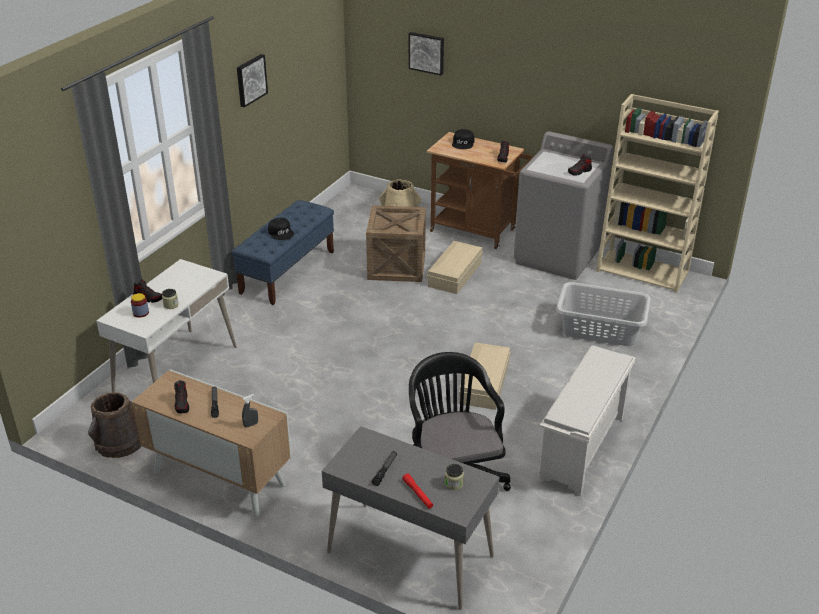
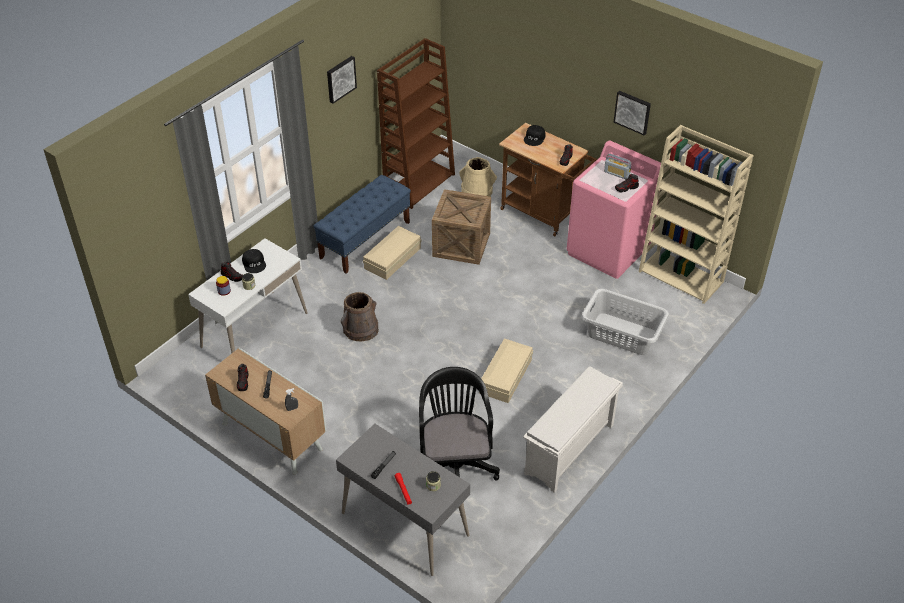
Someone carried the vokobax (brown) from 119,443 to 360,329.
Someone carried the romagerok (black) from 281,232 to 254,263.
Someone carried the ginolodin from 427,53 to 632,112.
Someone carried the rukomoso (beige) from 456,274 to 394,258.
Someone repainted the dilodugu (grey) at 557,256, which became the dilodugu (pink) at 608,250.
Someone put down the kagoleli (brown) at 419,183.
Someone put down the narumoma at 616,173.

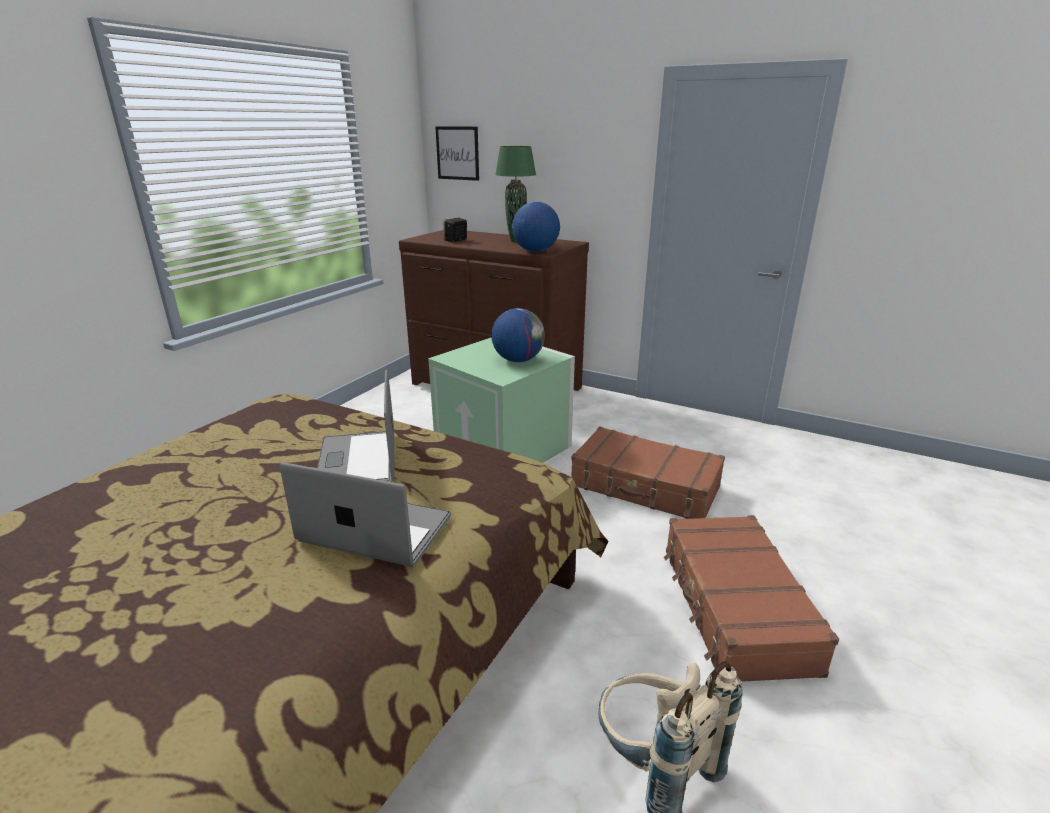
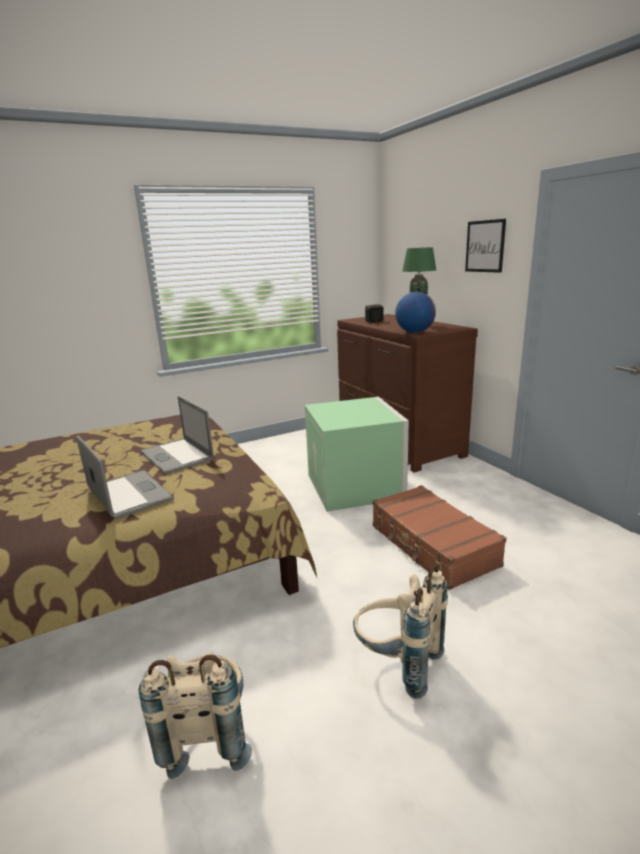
Someone rotated the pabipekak at 357,460 by 60 degrees counterclockwise.
Someone carried the ginolodin from 457,153 to 485,246.
Someone took away the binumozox at 518,360.
Someone swapped the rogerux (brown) at 734,608 for the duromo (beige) at 397,664.

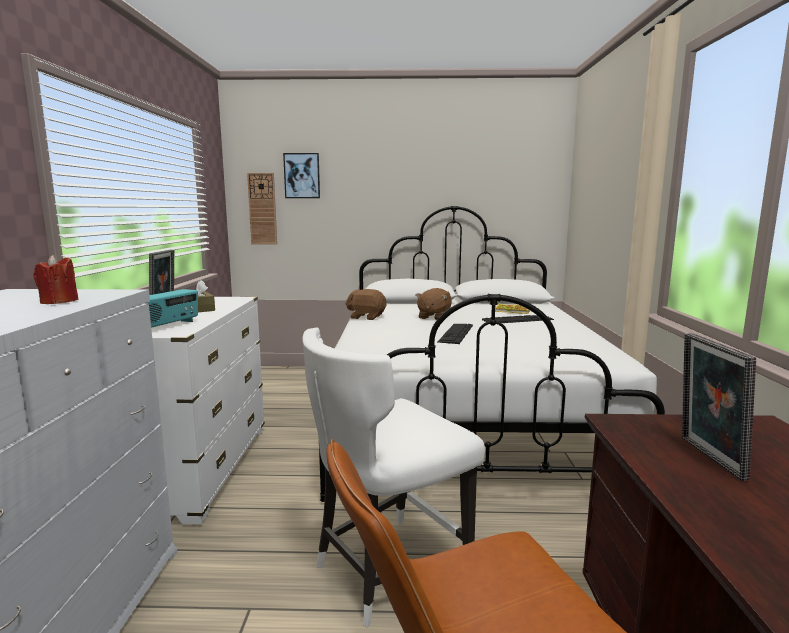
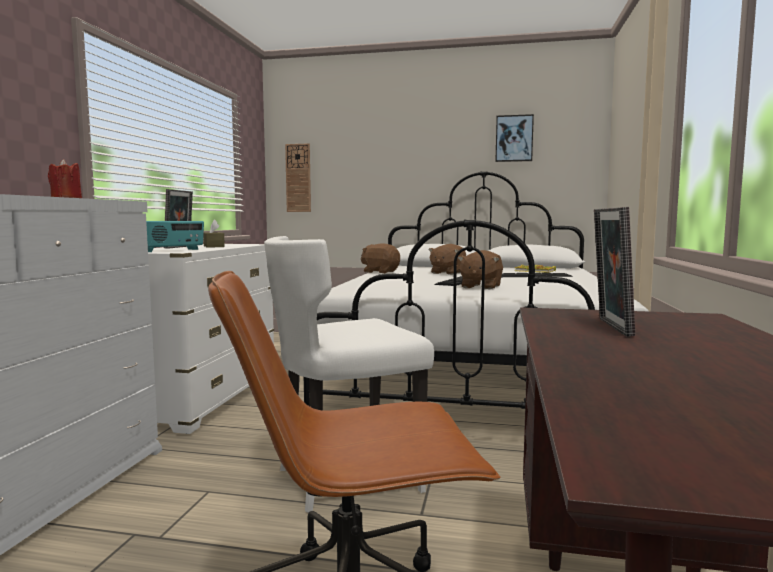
Someone carried the ginolodin from 302,176 to 514,138.
Someone put down the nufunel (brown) at 480,287.

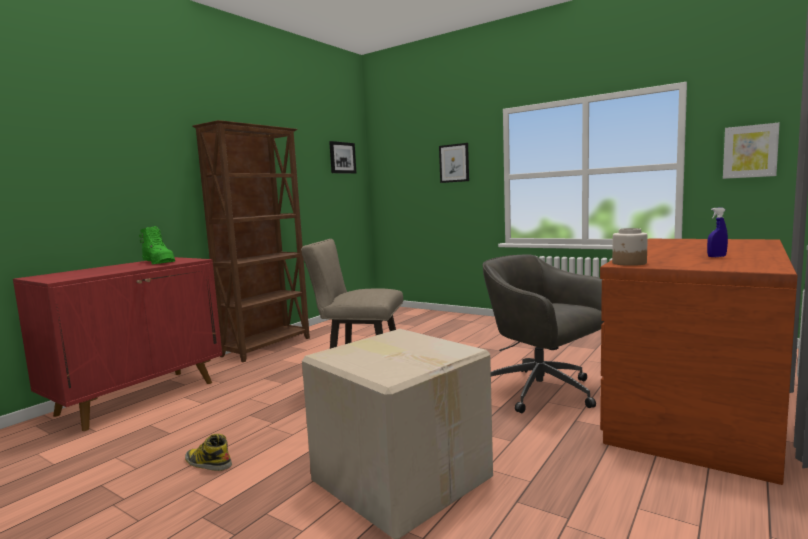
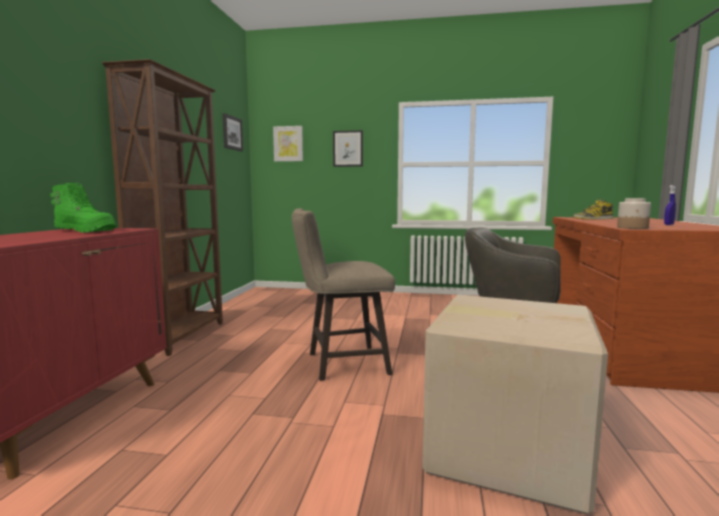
Someone carried the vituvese from 207,463 to 593,219.
Someone carried the ginolodin from 750,151 to 288,144.

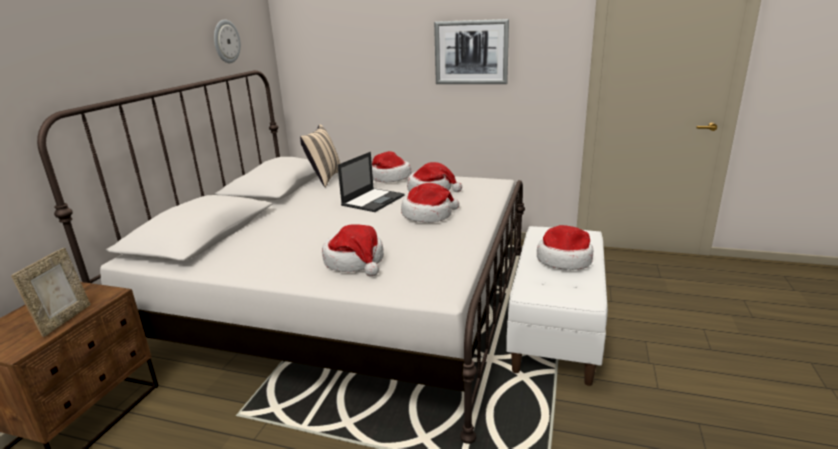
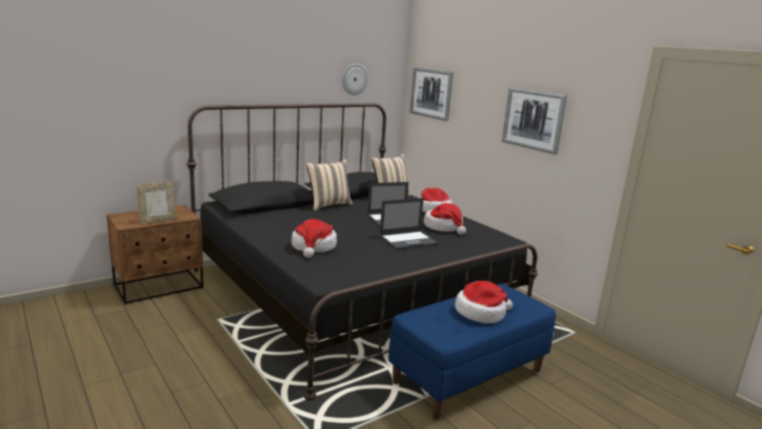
Someone repainted the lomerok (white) at 349,302, which became the lomerok (black) at 352,293.
Someone swapped the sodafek at 428,215 for the pabipekak at 409,240.
Someone repainted the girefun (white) at 555,329, which became the girefun (blue) at 468,376.
Someone put down the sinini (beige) at 328,205.
Someone put up the ginolodin at 431,93.

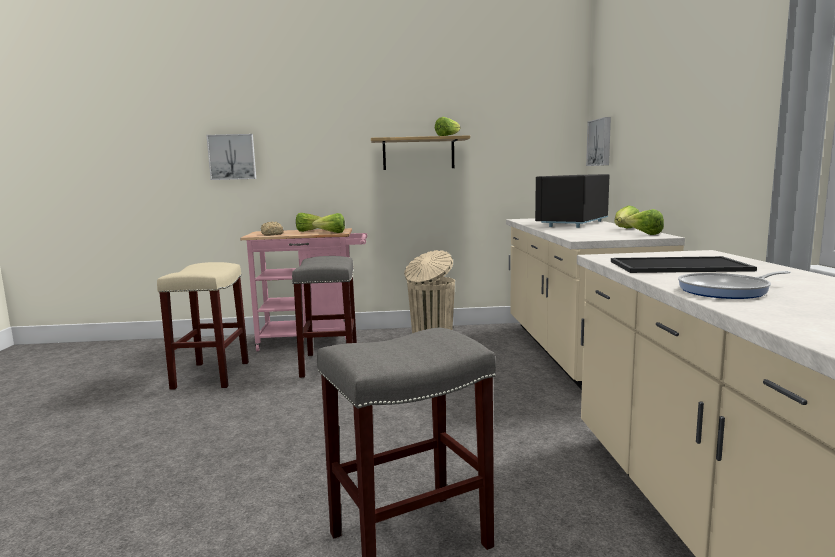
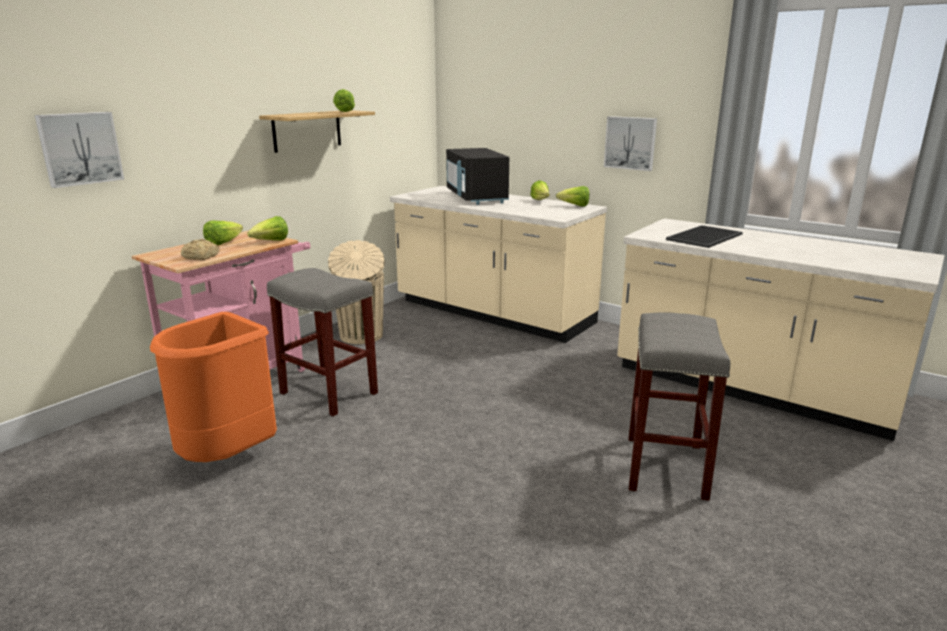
Someone swapped the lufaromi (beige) at 211,375 for the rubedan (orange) at 228,456.
Someone carried the ginolodin from 600,142 to 630,143.
Someone took away the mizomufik at 727,291.

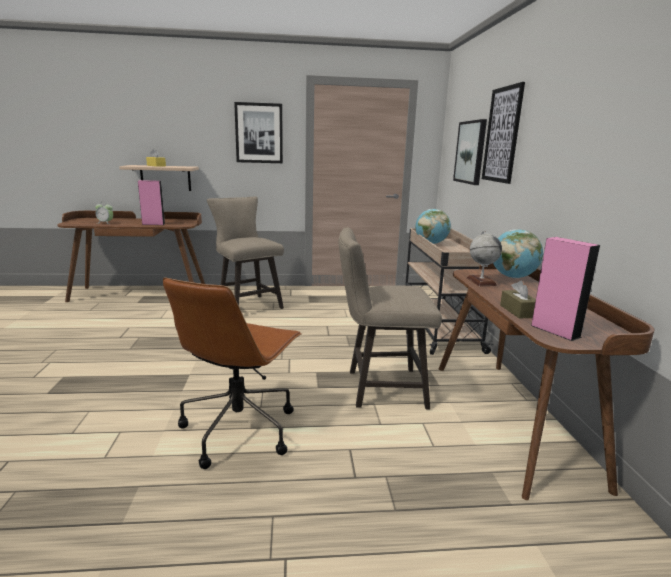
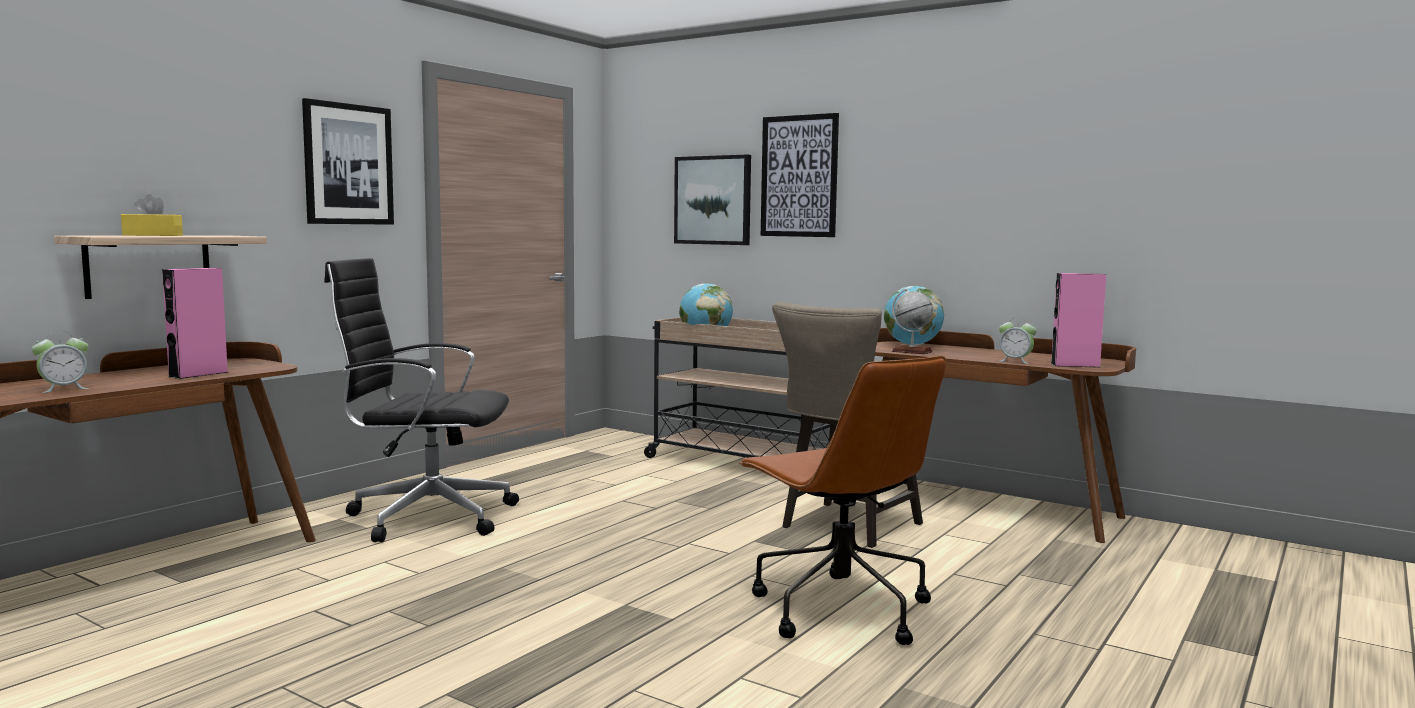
Someone swapped the lufaromi (beige) at 247,305 for the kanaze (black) at 426,516.
Someone swapped the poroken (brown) at 518,311 for the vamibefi at 1015,361.

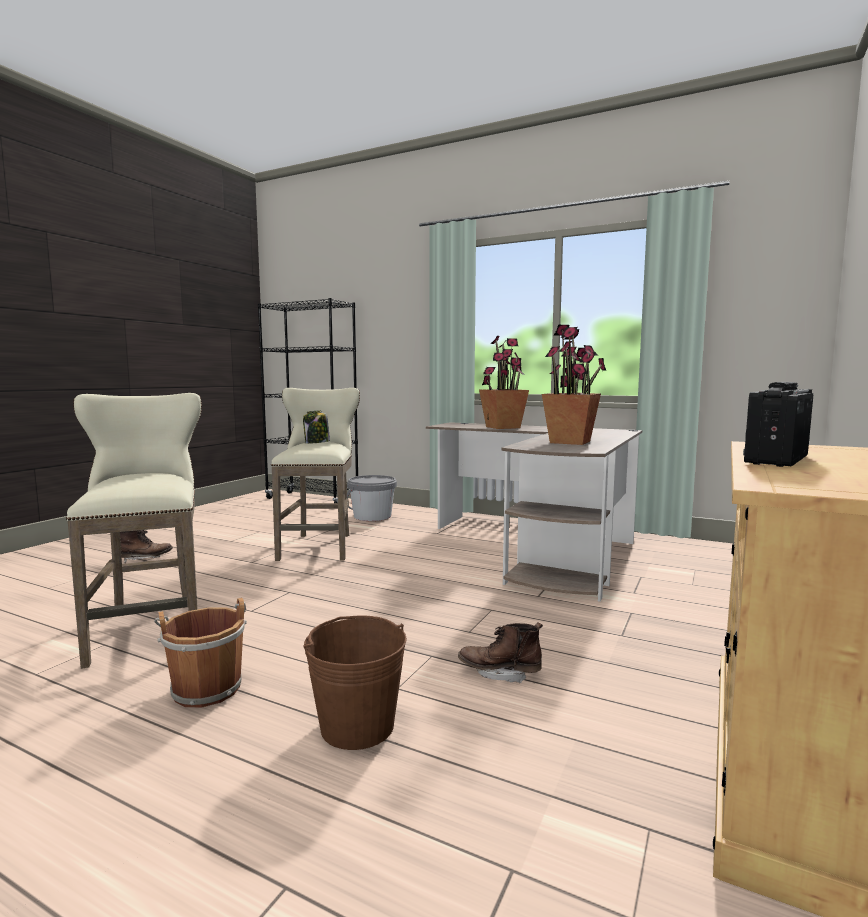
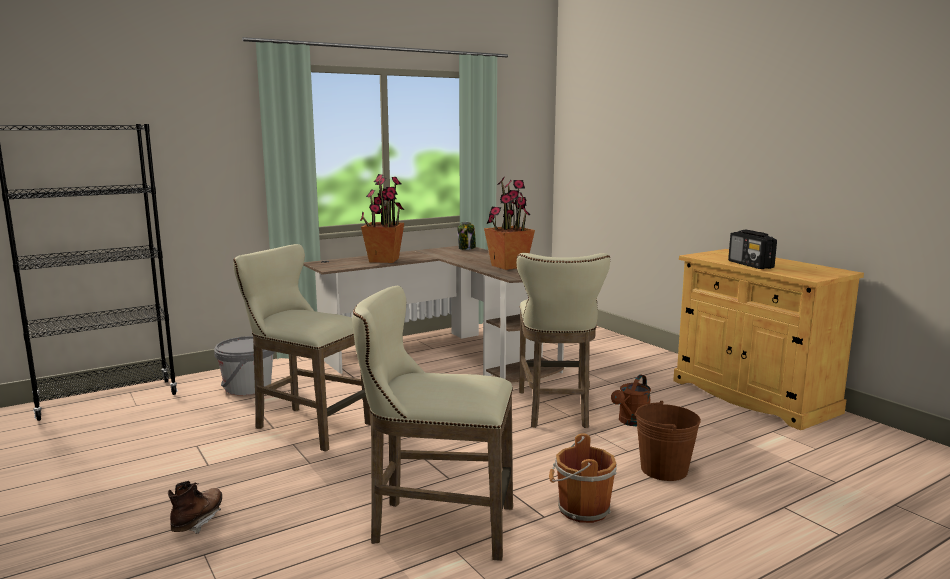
Someone carried the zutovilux from 317,443 to 467,248.
Someone swapped the vituvese (brown) at 499,673 for the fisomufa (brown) at 631,422.
Someone put down the lufaromi (beige) at 555,411.

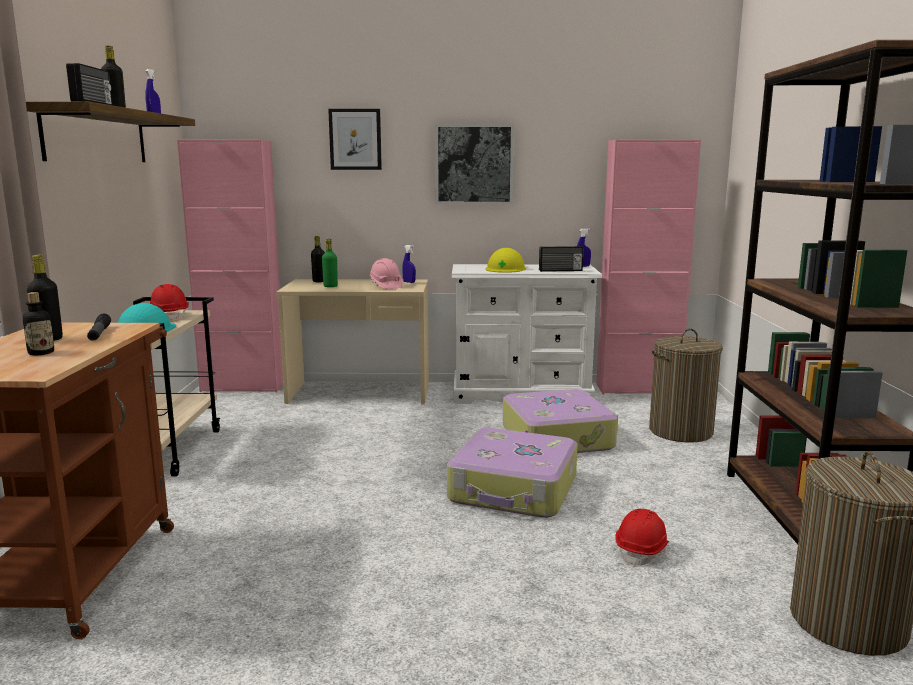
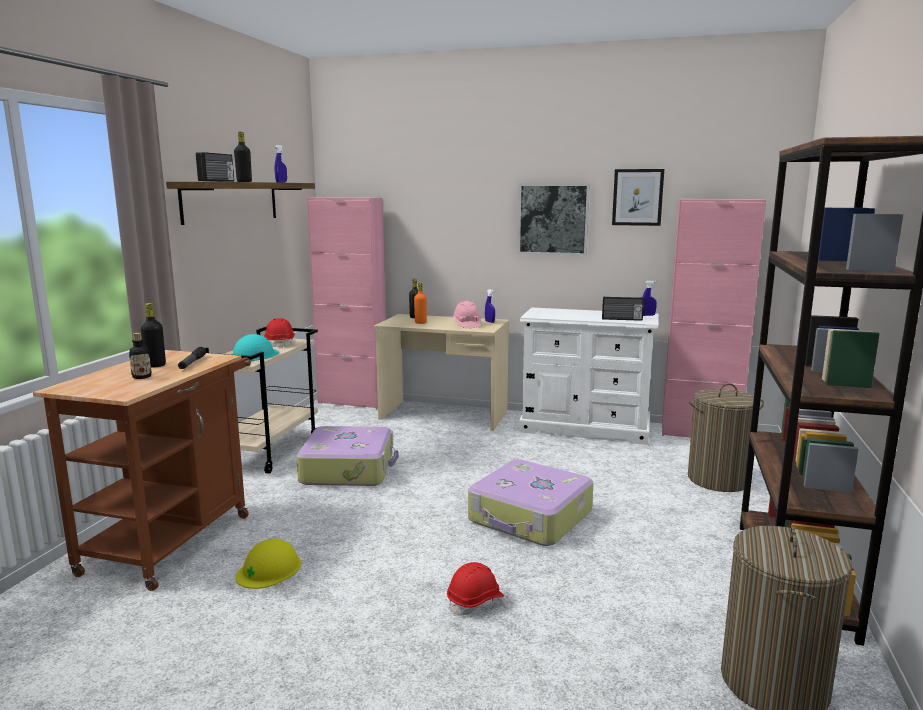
Someone repainted the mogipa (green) at 330,286, which became the mogipa (orange) at 420,323.
Someone carried the ginolodin from 355,139 to 637,197.
Someone carried the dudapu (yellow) from 505,268 to 269,569.
Someone carried the rogerux from 558,437 to 349,469.
Someone carried the dudapu (red) from 642,551 to 475,601.

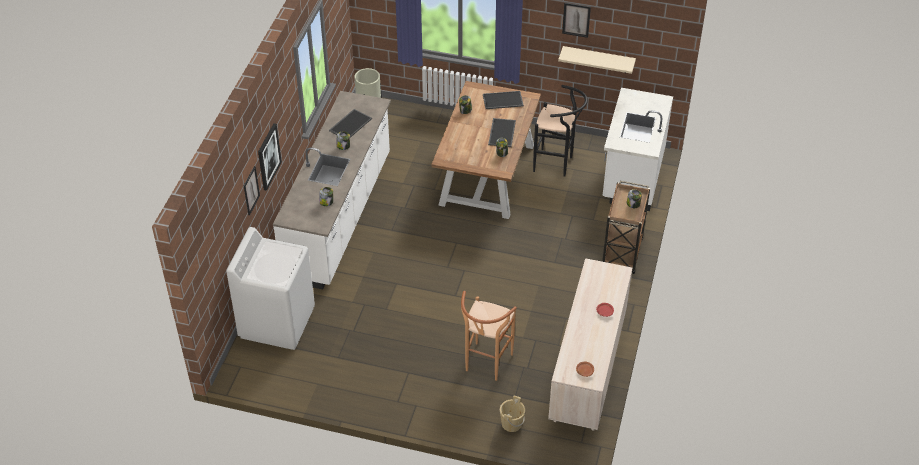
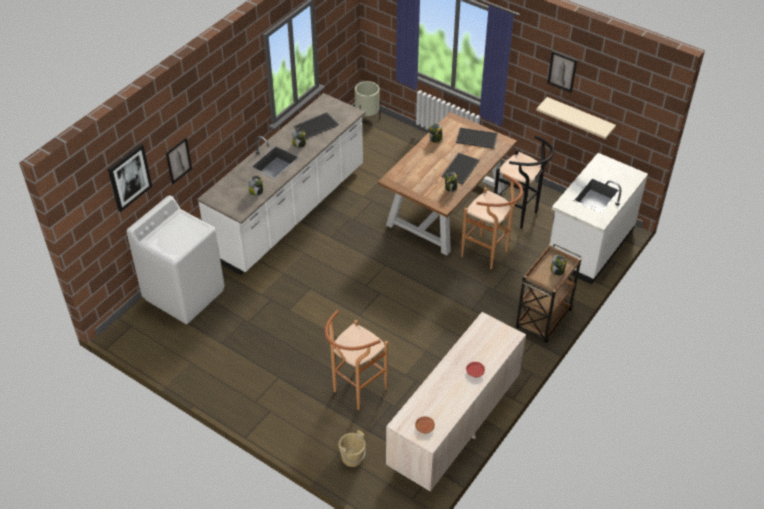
Someone carried the ginolodin from 268,156 to 129,177.
Someone put down the lufaromi (brown) at 488,255.

